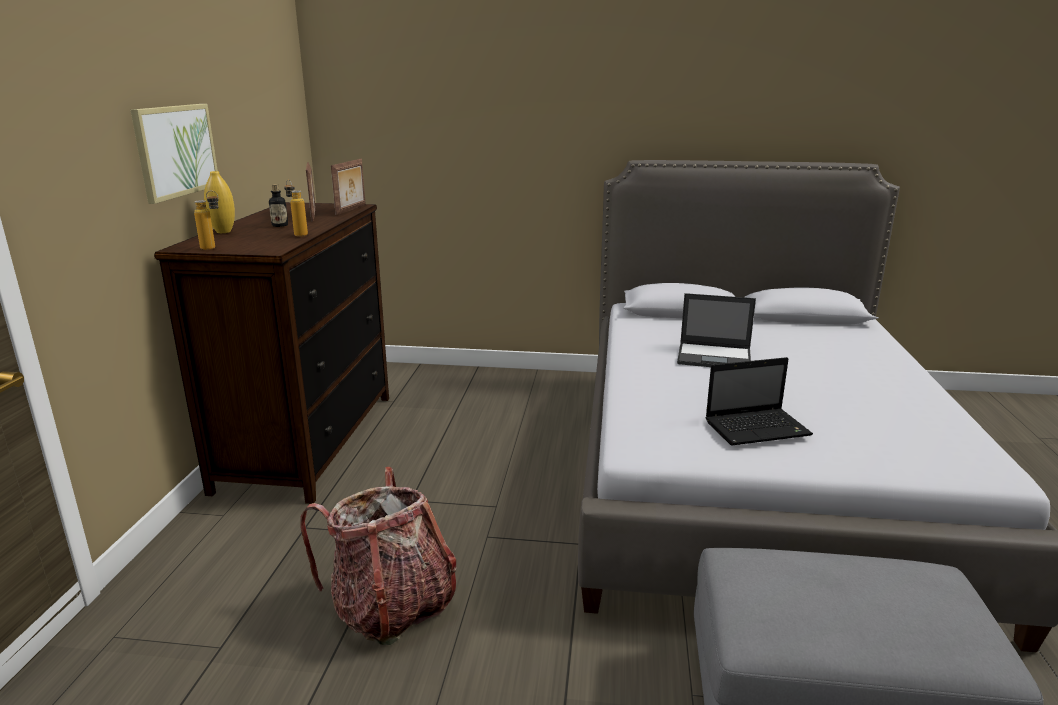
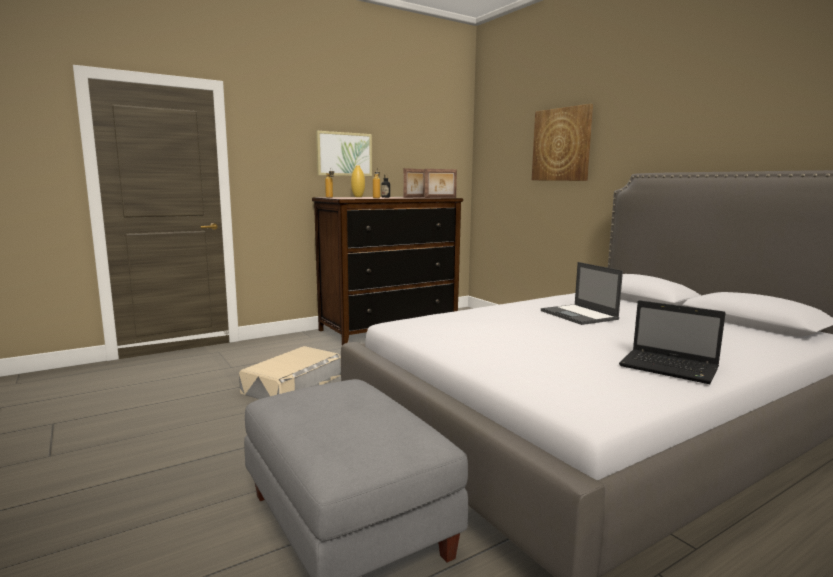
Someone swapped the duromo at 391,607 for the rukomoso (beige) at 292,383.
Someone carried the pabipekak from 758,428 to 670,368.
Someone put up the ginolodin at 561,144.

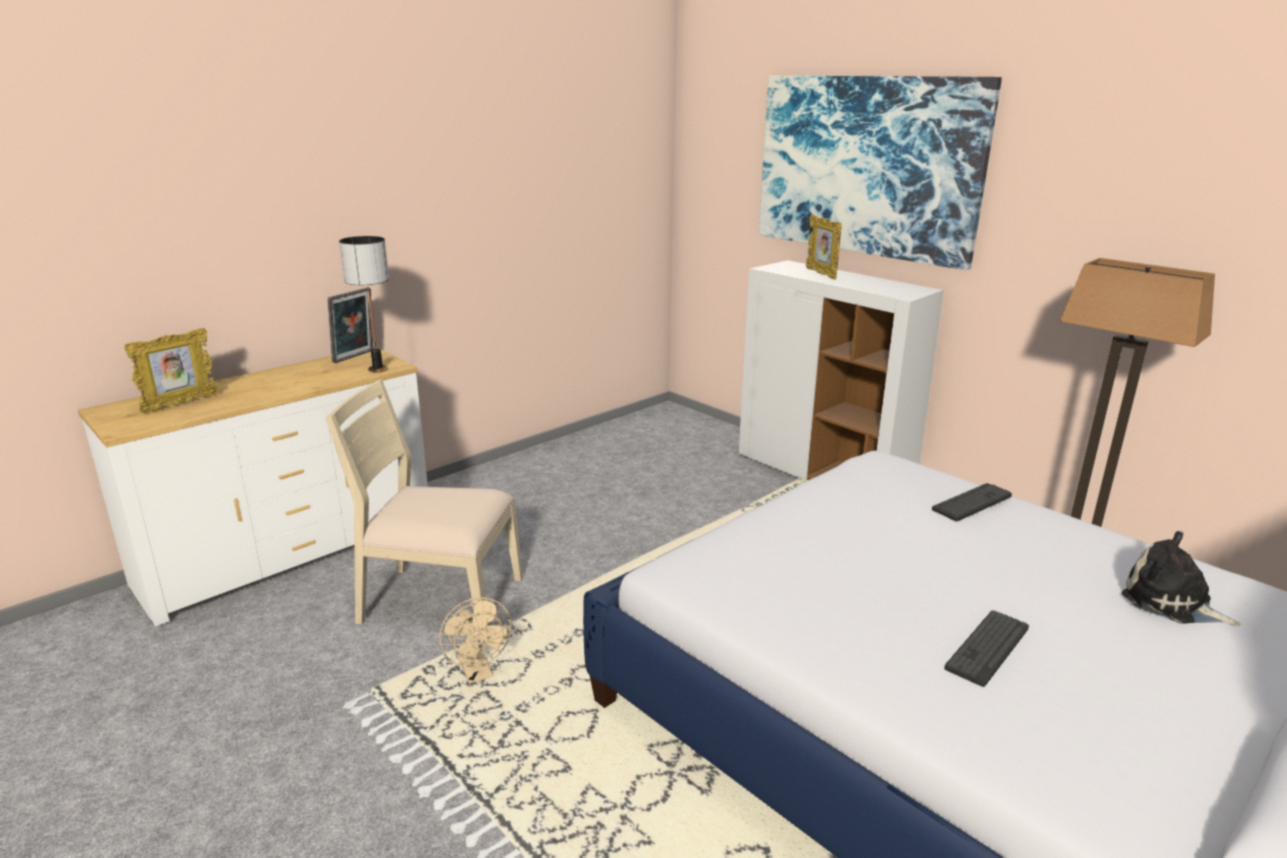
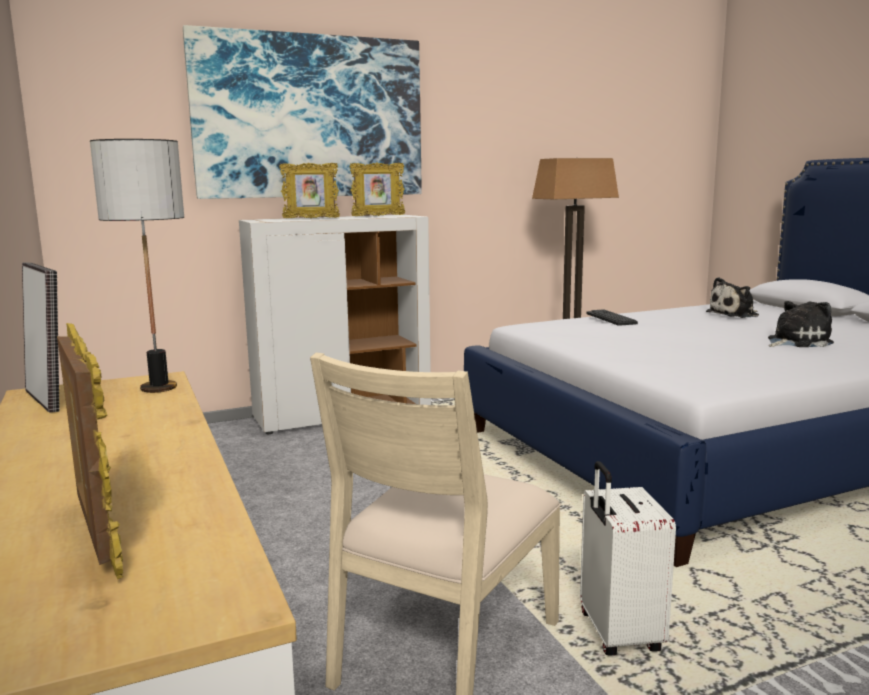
Someone swapped the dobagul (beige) at 478,673 for the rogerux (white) at 617,634.
Someone swapped the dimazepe at 987,648 for the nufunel at 796,342.
Someone put down the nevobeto at 378,216.

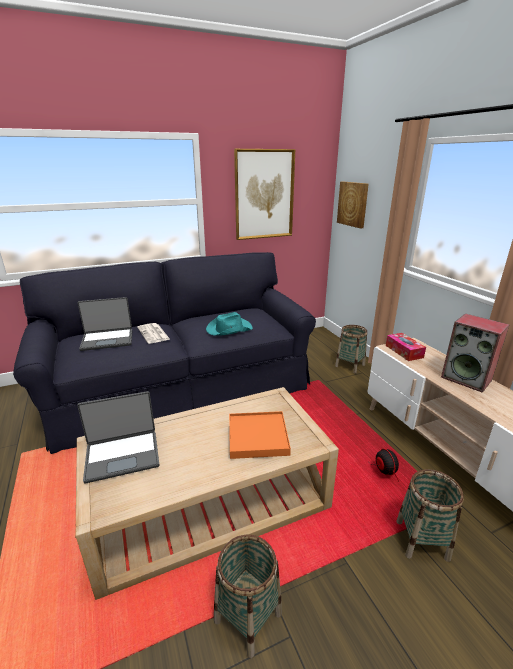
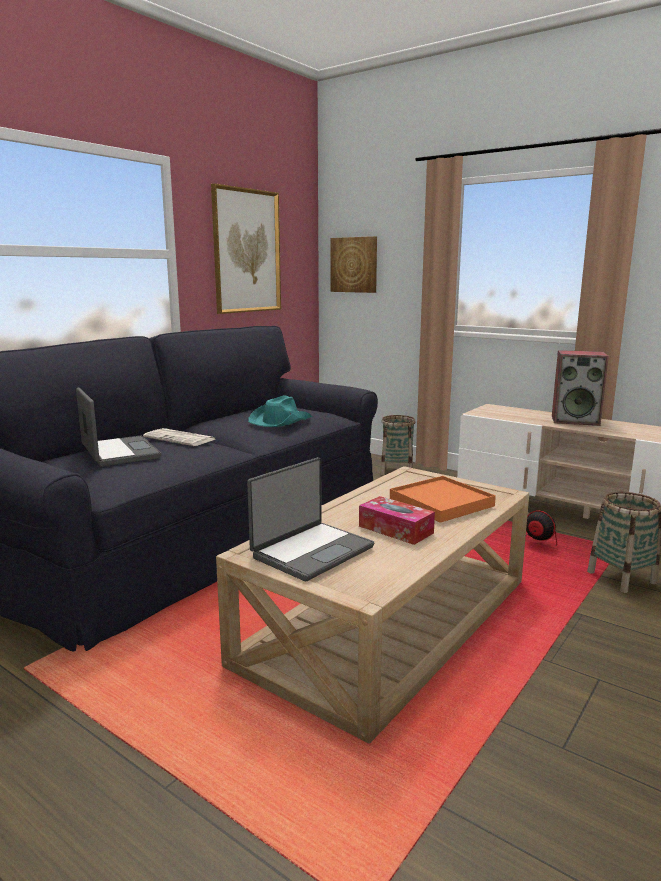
Someone rotated the pabipekak at 107,340 by 75 degrees counterclockwise.
Someone took away the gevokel at 248,617.
Someone carried the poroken from 404,351 to 395,529.

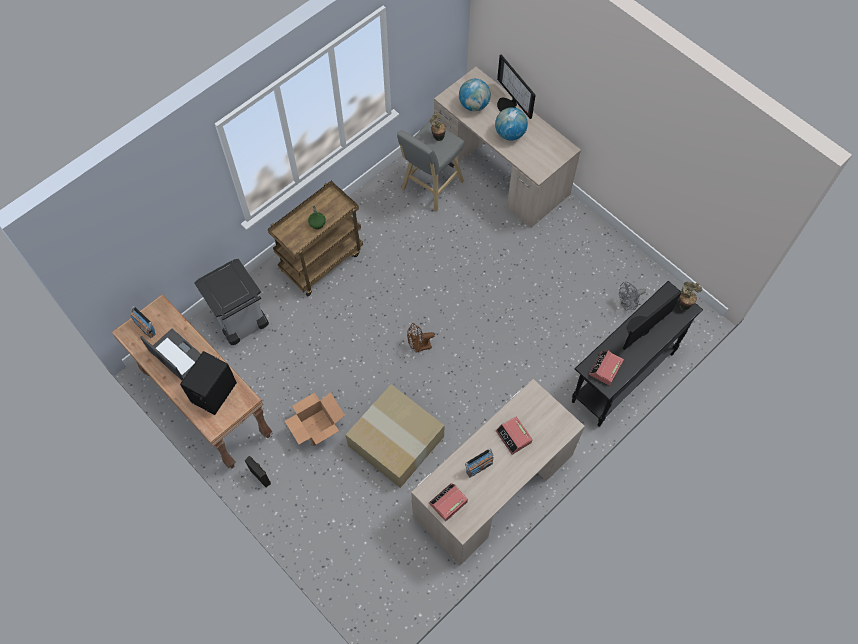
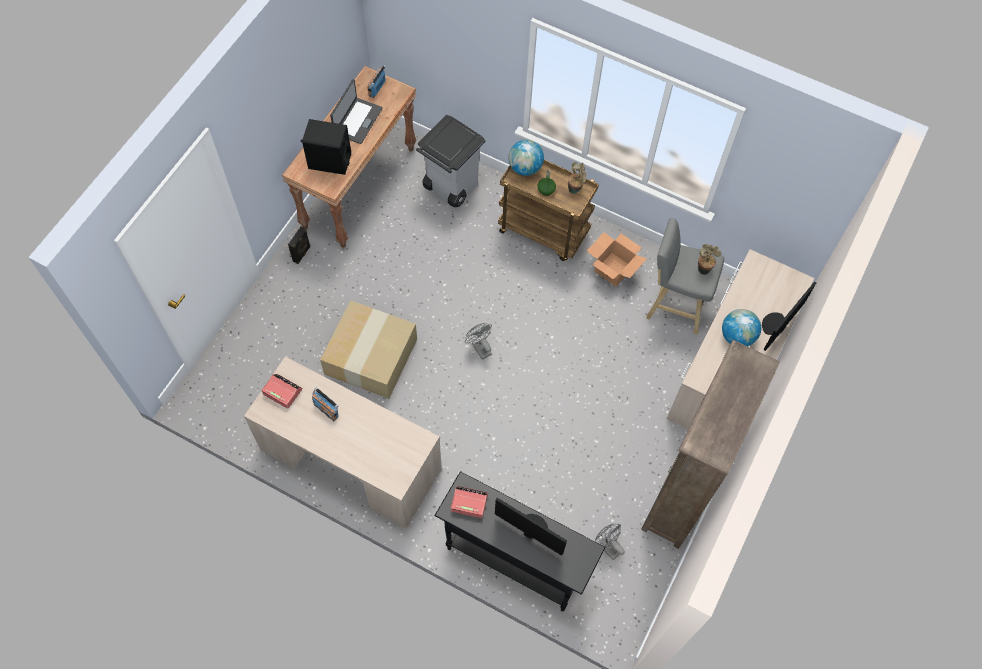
Someone carried the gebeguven from 318,428 to 613,270.
Someone repainted the dobagul (brown) at 419,347, which became the dobagul (grey) at 479,348.
Someone carried the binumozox from 474,105 to 525,168.
Someone took away the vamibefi at 513,437.
Someone carried the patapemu from 684,304 to 575,189.
Someone put down the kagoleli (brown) at 681,494.

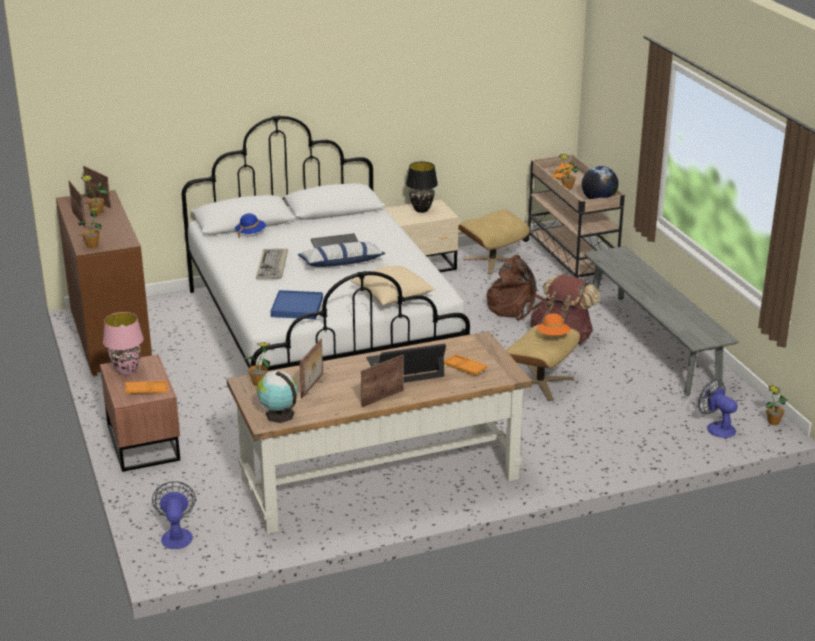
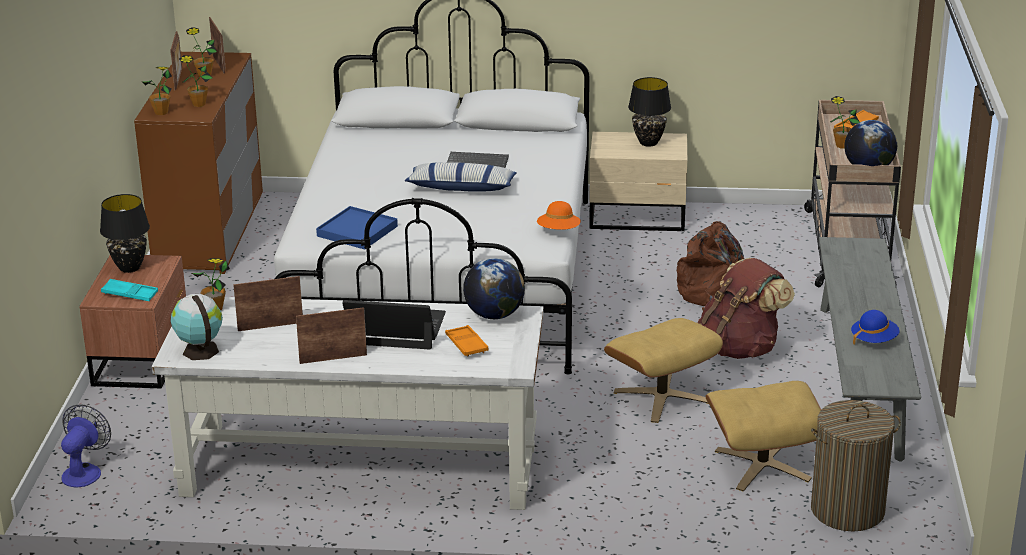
Someone repainted the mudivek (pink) at 126,371, which became the mudivek (black) at 129,268.
Someone repainted the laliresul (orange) at 146,390, which became the laliresul (turquoise) at 130,294.
Someone repainted the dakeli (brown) at 379,479, which became the dakeli (white) at 359,466.
Someone carried the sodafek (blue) from 250,233 to 874,340.
Someone took away the dimazepe at 272,266.
Someone rotated the nevobeto at 313,386 by 150 degrees counterclockwise.
Someone took away the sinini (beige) at 392,297.
Someone carried the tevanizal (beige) from 492,260 to 762,464.
Someone carried the sodafek (orange) from 553,336 to 558,231.
Someone swapped the dobagul at 716,427 for the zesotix at 847,510.
Someone carried the patapemu from 773,422 to 199,104.
Someone put down the binumozox at 494,315.

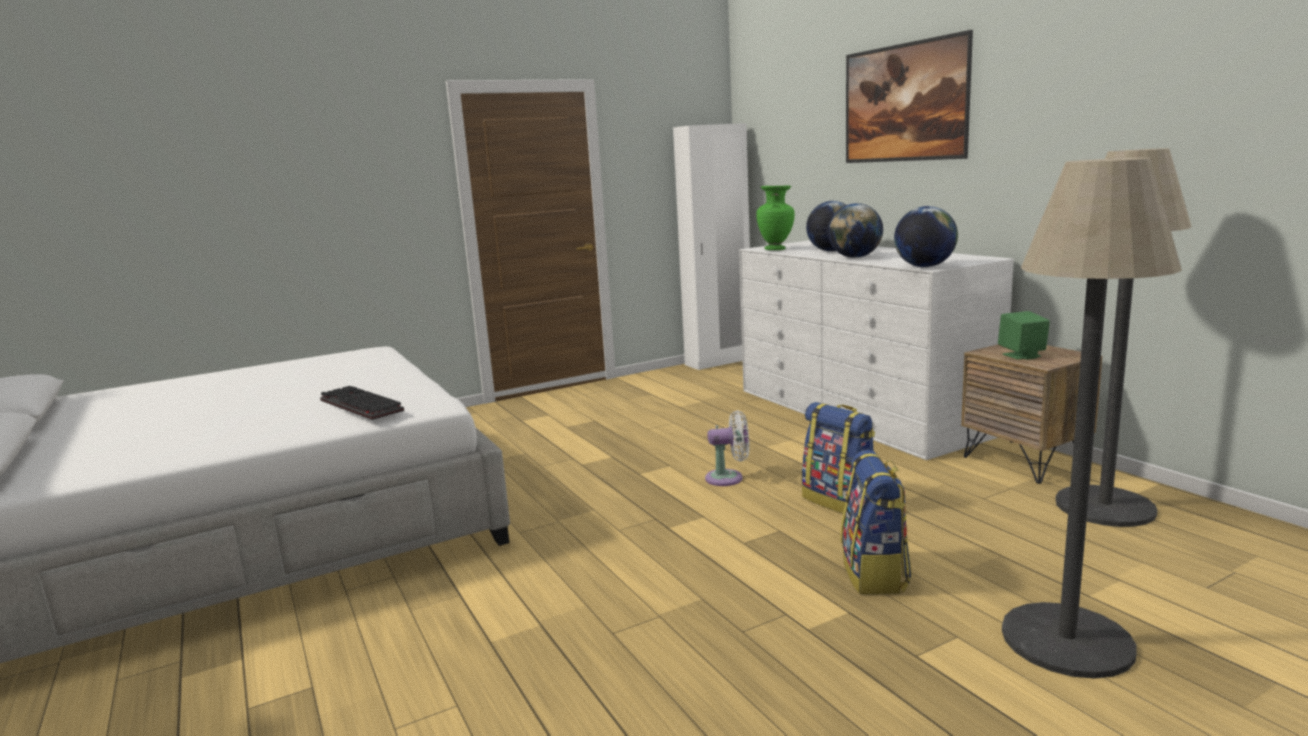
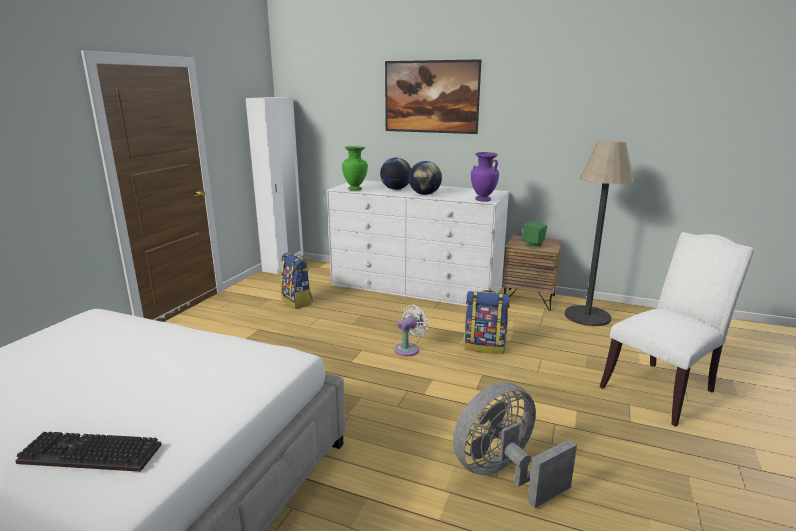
Someone carried the dimazepe from 358,406 to 87,456.
Someone carried the duromo from 875,574 to 297,301.
Someone swapped the binumozox at 924,266 for the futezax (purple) at 483,200.
Someone swapped the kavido at 1067,640 for the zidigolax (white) at 662,389.
Someone put down the dobagul (grey) at 504,474.

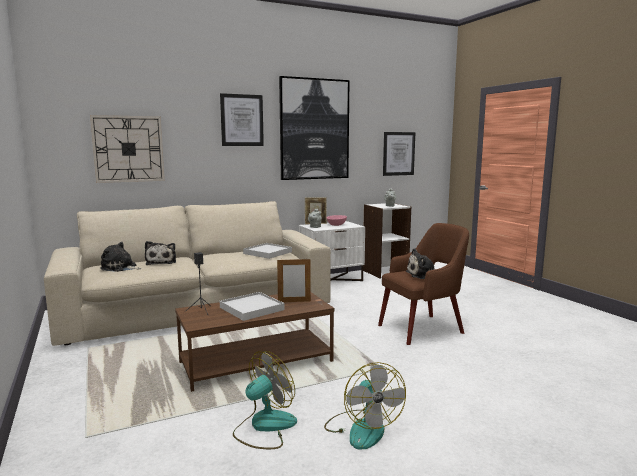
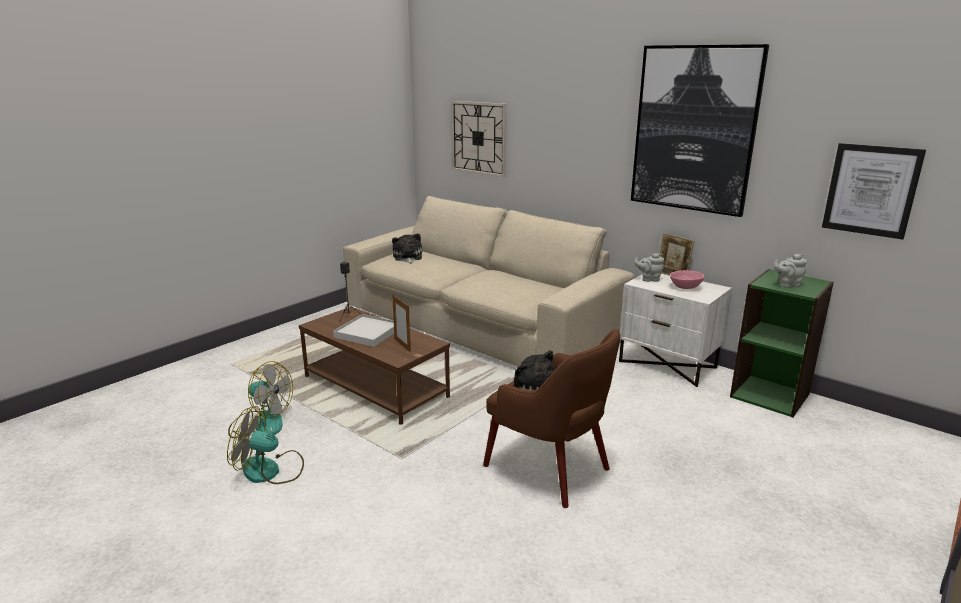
Someone took away the nufunel at 161,262.
Someone took away the ginolodin at 242,120.
Someone took away the laliresul (white) at 267,253.
Someone rotated the dobagul at 362,428 by 45 degrees clockwise.
Someone repainted the kagoleli (white) at 385,272, which became the kagoleli (green) at 770,395.

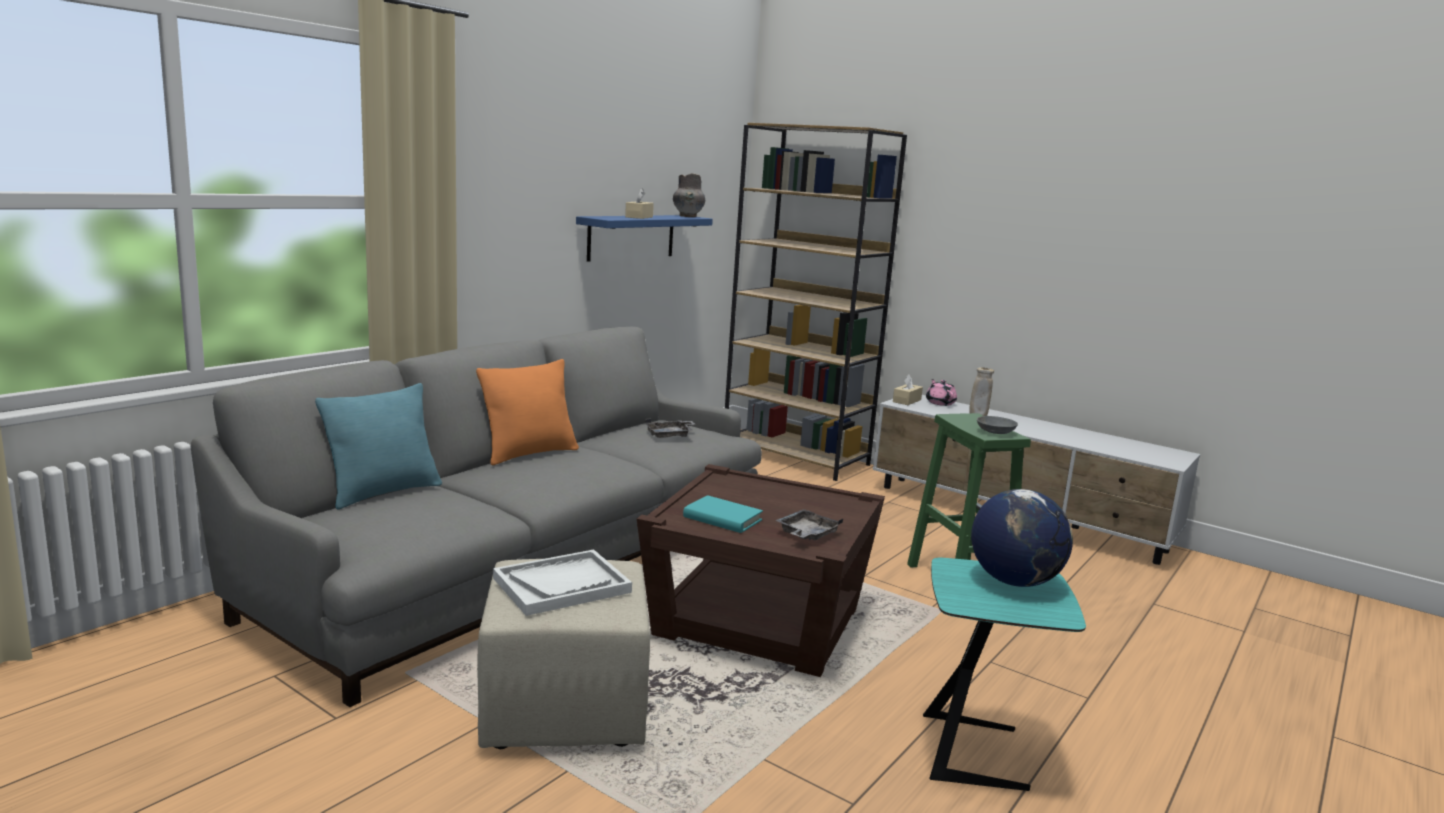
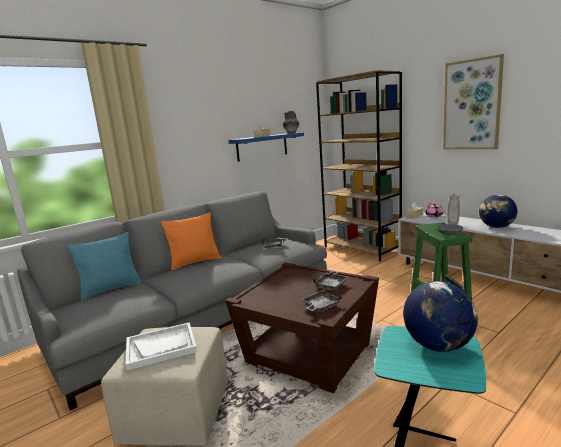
Someone took away the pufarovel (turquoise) at 722,519.
Someone put down the laliresul (grey) at 332,285.
Someone put up the ginolodin at 472,105.
Someone put down the binumozox at 496,227.

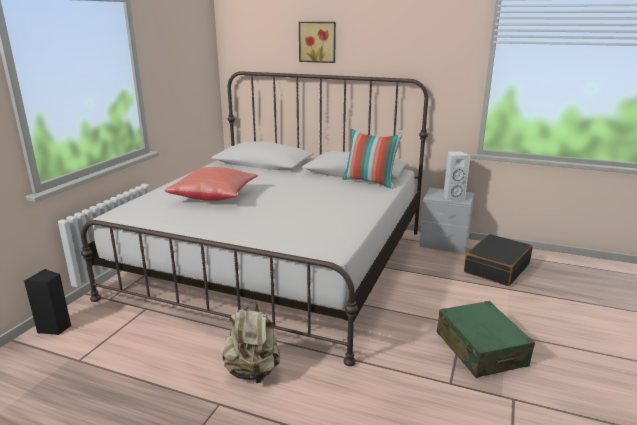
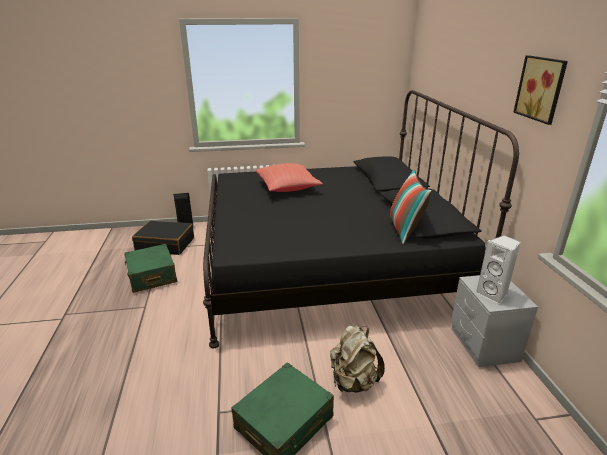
Someone repainted the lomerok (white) at 276,262, which became the lomerok (black) at 327,263.
Someone carried the duromo (beige) from 253,372 to 353,382.
Someone carried the ginolodin from 318,42 to 542,88.
Someone carried the rogerux (black) from 496,268 to 165,244.
Someone put down the rogerux (green) at 152,276.

